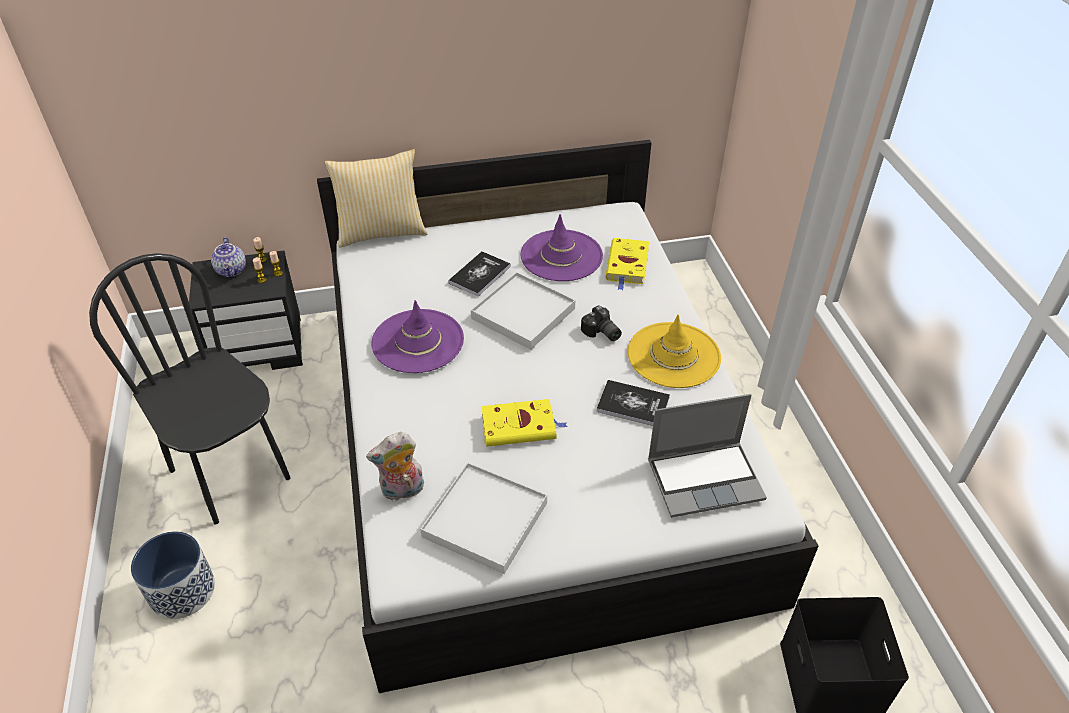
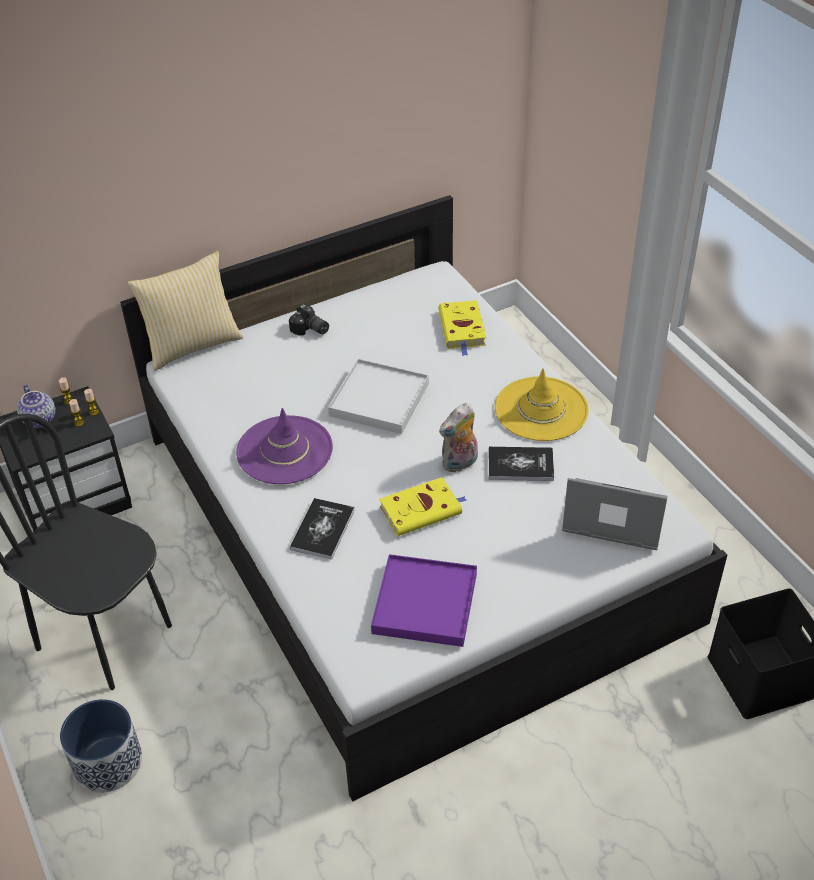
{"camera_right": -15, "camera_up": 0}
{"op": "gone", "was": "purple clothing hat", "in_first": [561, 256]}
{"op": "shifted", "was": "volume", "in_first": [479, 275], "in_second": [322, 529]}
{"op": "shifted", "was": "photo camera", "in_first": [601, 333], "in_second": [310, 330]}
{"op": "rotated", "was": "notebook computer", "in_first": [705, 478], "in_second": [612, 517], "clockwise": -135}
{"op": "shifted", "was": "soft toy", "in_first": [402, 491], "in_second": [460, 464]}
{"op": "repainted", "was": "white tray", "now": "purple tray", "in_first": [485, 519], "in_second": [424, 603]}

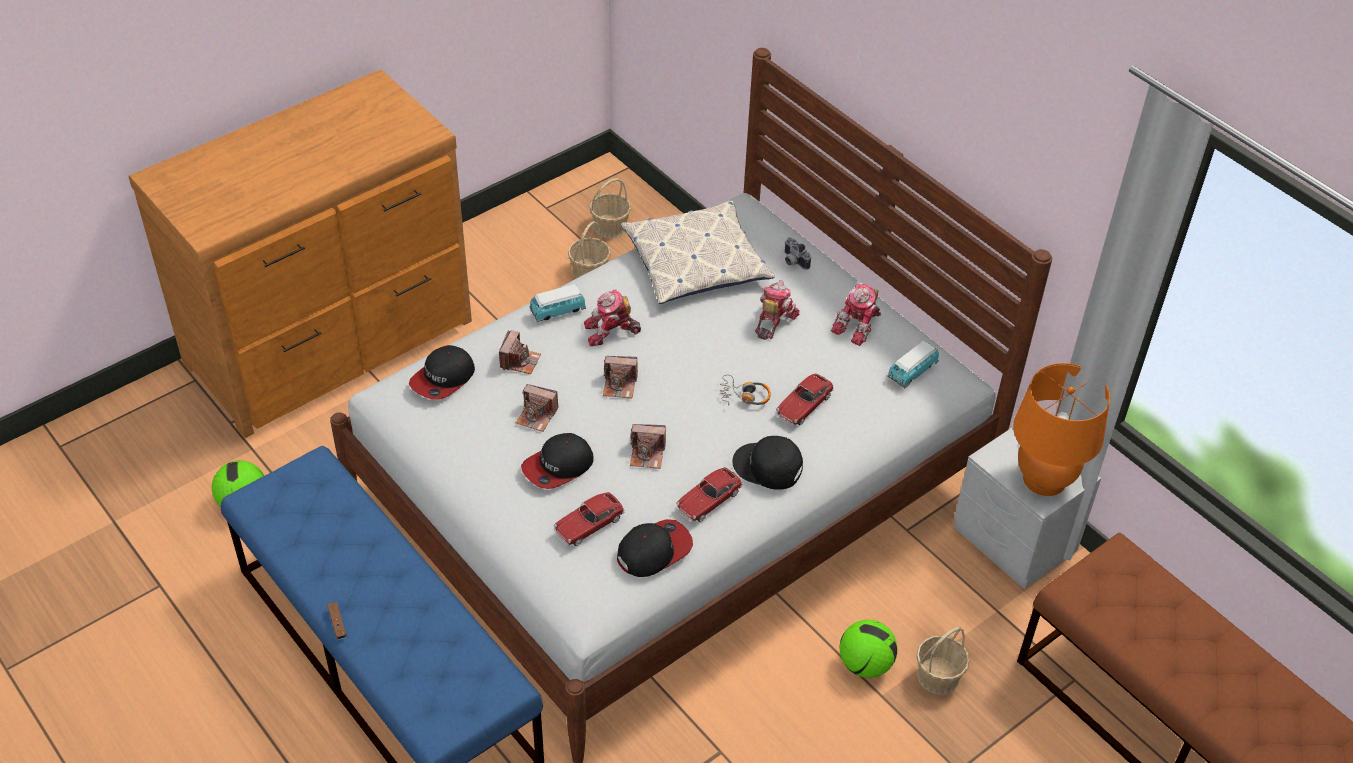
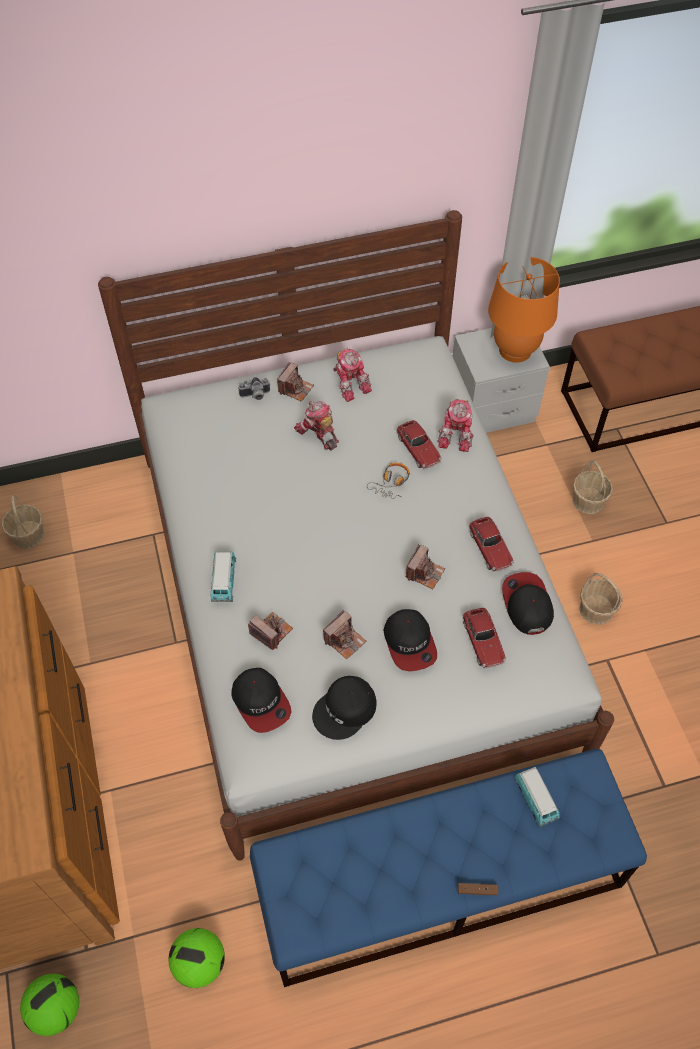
{"camera_right": -65, "camera_up": 10}
{"op": "gone", "was": "throw pillow", "in_first": [696, 262]}
{"op": "shifted", "was": "basket", "in_first": [590, 272], "in_second": [596, 609]}
{"op": "shifted", "was": "robot figure", "in_first": [611, 332], "in_second": [457, 433]}
{"op": "shifted", "was": "toy car", "in_first": [912, 372], "in_second": [536, 799]}
{"op": "shifted", "was": "photo camera", "in_first": [620, 385], "in_second": [295, 388]}
{"op": "shifted", "was": "black baseball cap", "in_first": [767, 467], "in_second": [345, 710]}
{"op": "shifted", "was": "football", "in_first": [865, 664], "in_second": [56, 1008]}

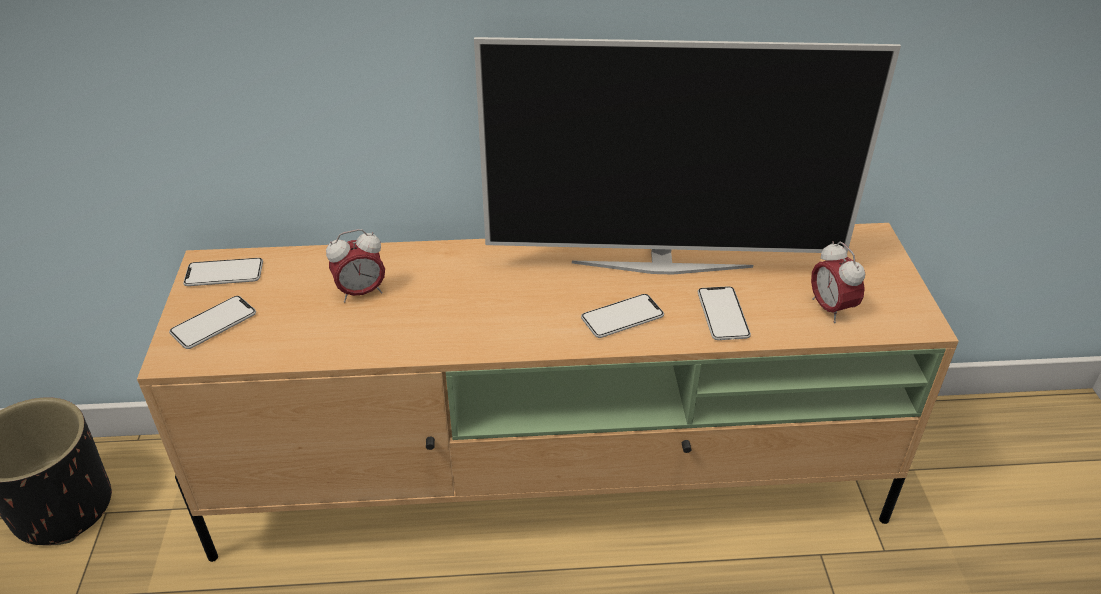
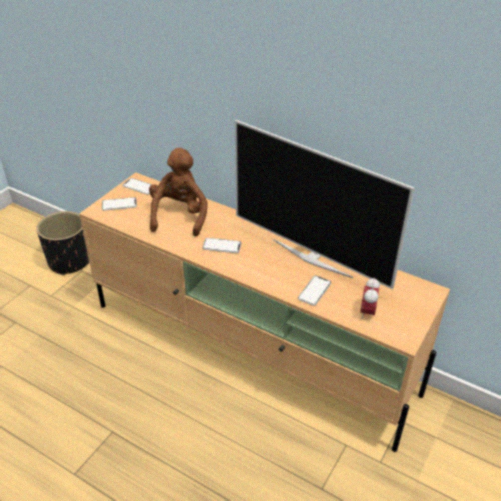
{"camera_right": 35, "camera_up": 0}
{"op": "swapped", "was": "bedside clock", "now": "brown-coloured soft toy", "in_first": [361, 292], "in_second": [179, 215]}
{"op": "shifted", "was": "phone", "in_first": [622, 317], "in_second": [222, 246]}

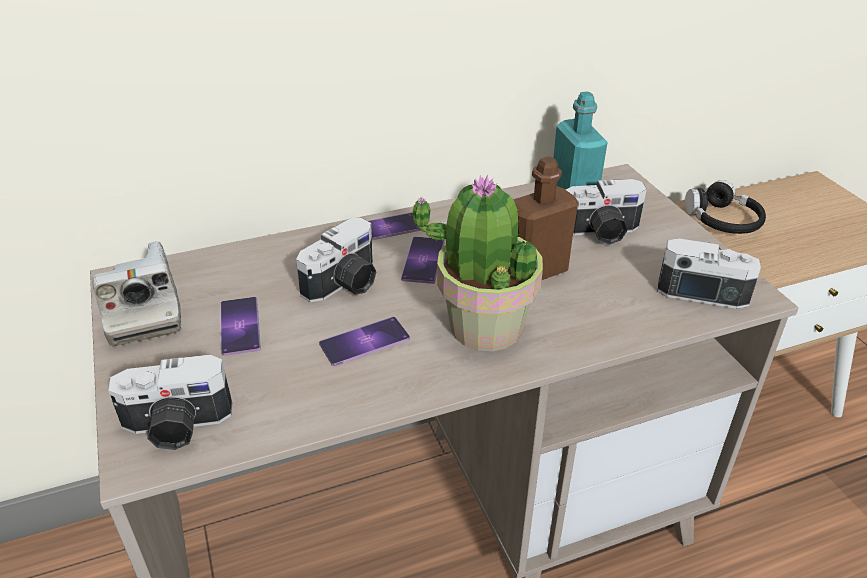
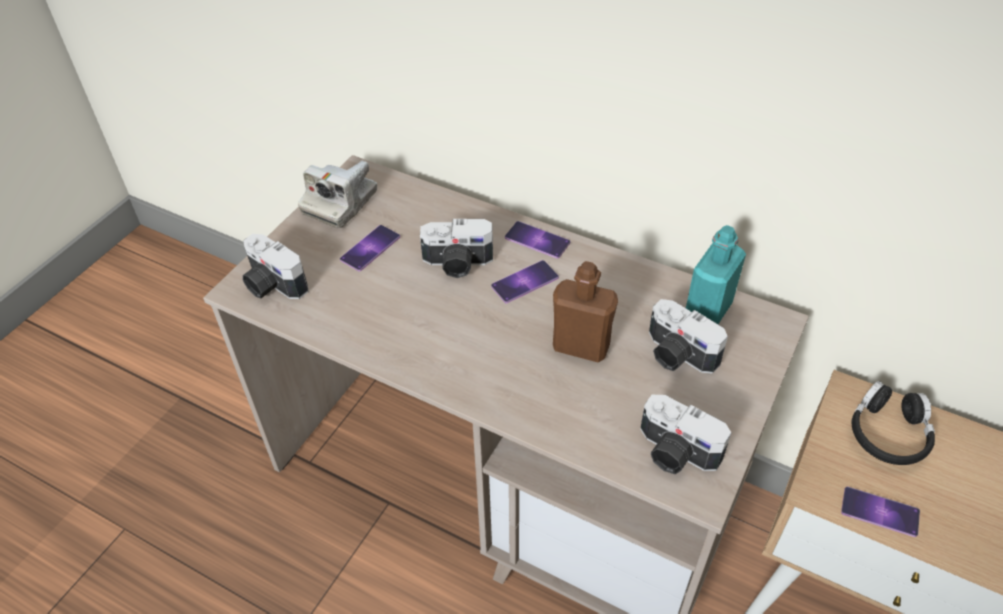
{"camera_right": 50, "camera_up": 10}
{"op": "gone", "was": "potted plant", "in_first": [485, 326]}
{"op": "rotated", "was": "photo camera", "in_first": [702, 287], "in_second": [675, 453], "clockwise": 150}
{"op": "shifted", "was": "phone", "in_first": [364, 341], "in_second": [880, 512]}

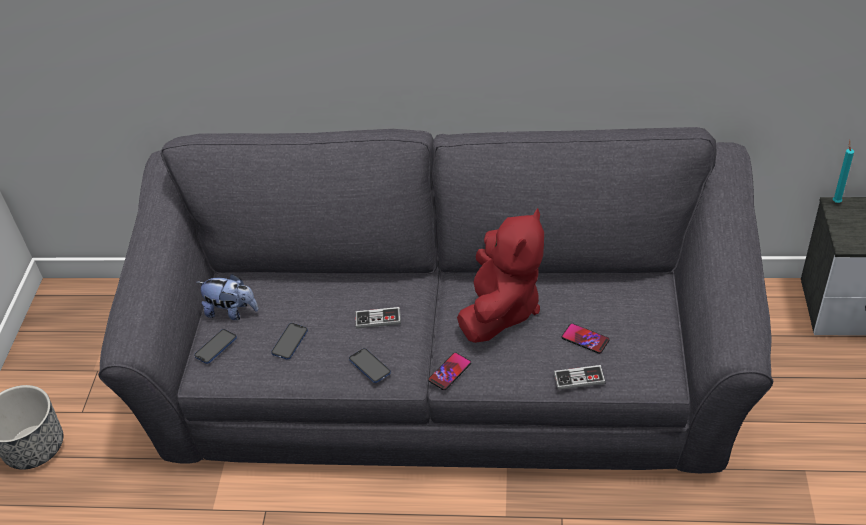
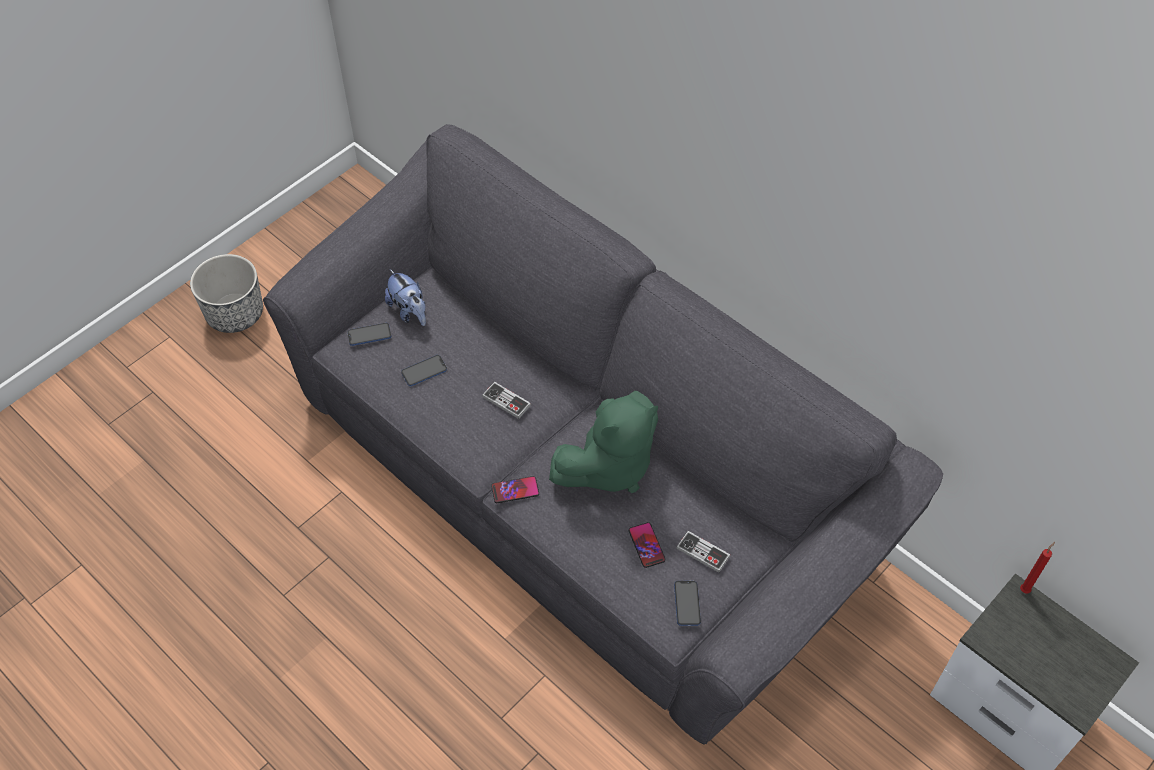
{"camera_right": 35, "camera_up": 10}
{"op": "repainted", "was": "blue-green wax light", "now": "red wax light", "in_first": [836, 201], "in_second": [1025, 589]}
{"op": "repainted", "was": "red soft toy", "now": "green soft toy", "in_first": [501, 308], "in_second": [609, 465]}
{"op": "shifted", "was": "phone", "in_first": [369, 366], "in_second": [687, 603]}
{"op": "shifted", "was": "gamepad", "in_first": [579, 378], "in_second": [703, 552]}

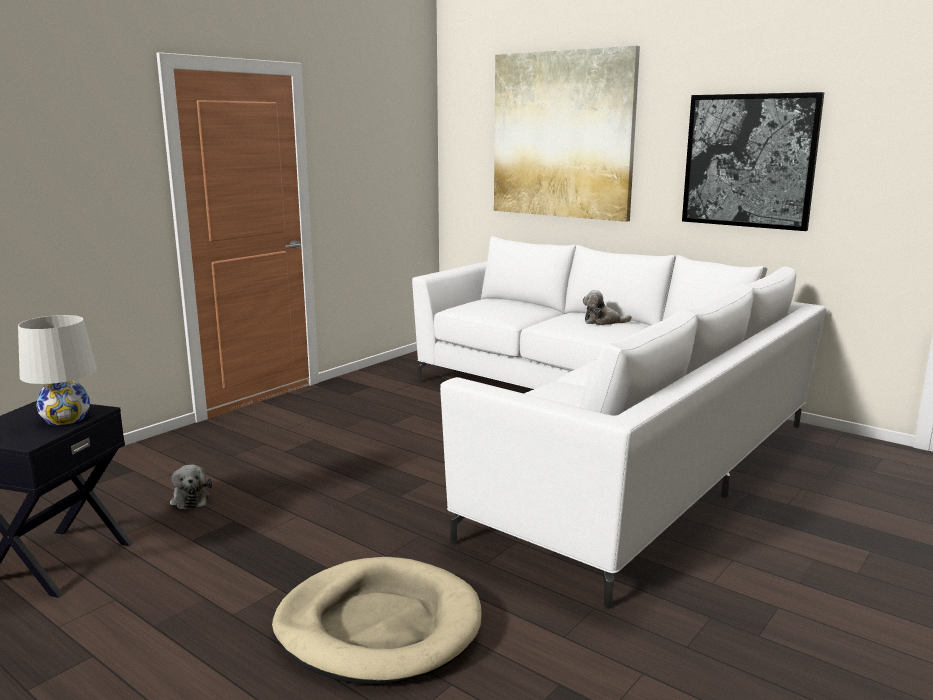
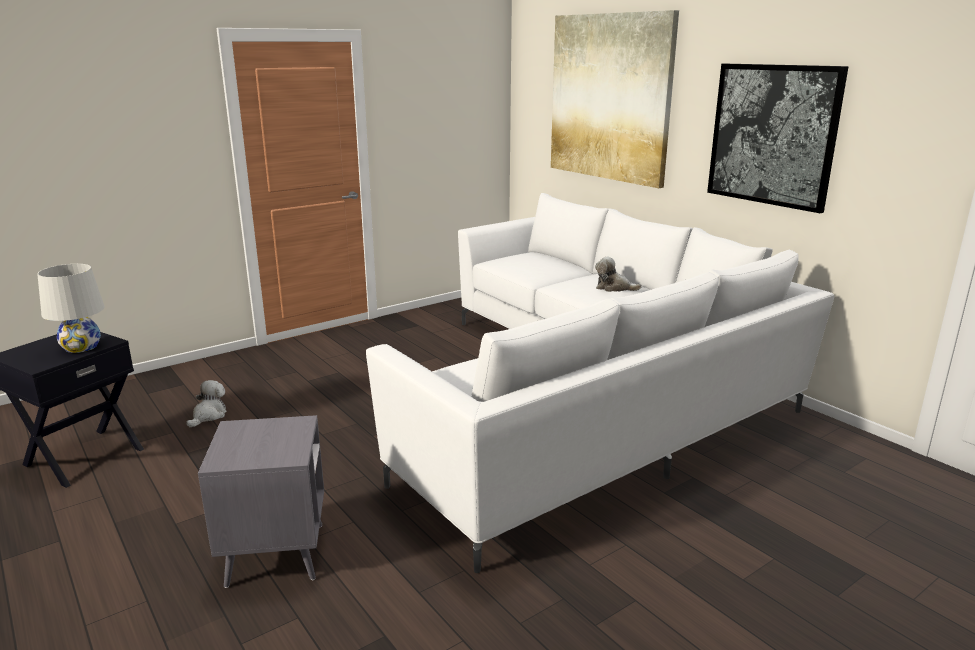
{"camera_right": 15, "camera_up": 5}
{"op": "rotated", "was": "soft toy", "in_first": [190, 499], "in_second": [208, 415], "clockwise": -150}
{"op": "swapped", "was": "beige dog cushion", "now": "greyish side table", "in_first": [378, 626], "in_second": [276, 554]}

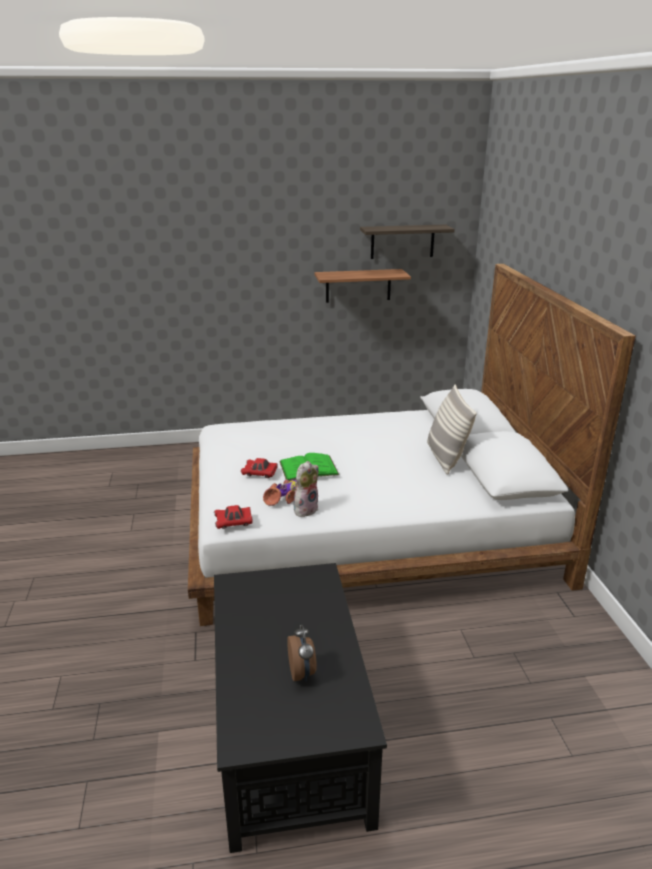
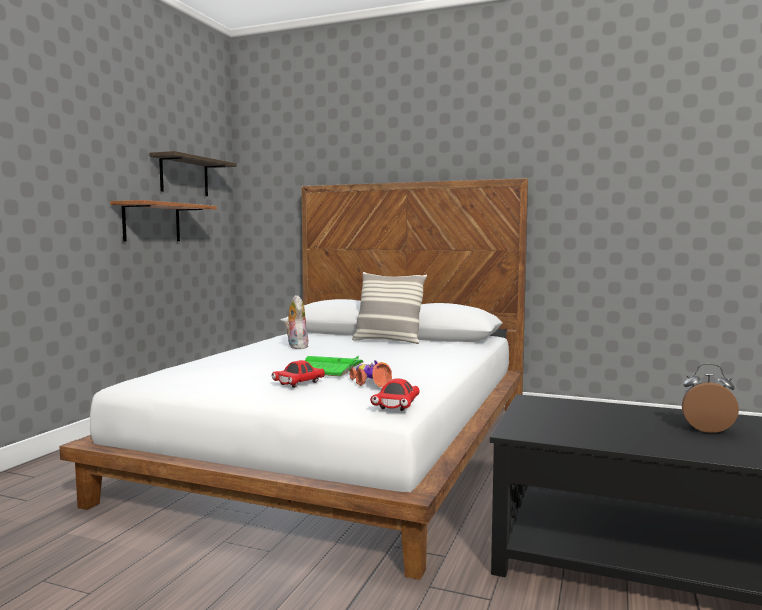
{"camera_right": -60, "camera_up": -20}
{"op": "shifted", "was": "soft toy", "in_first": [305, 509], "in_second": [296, 347]}

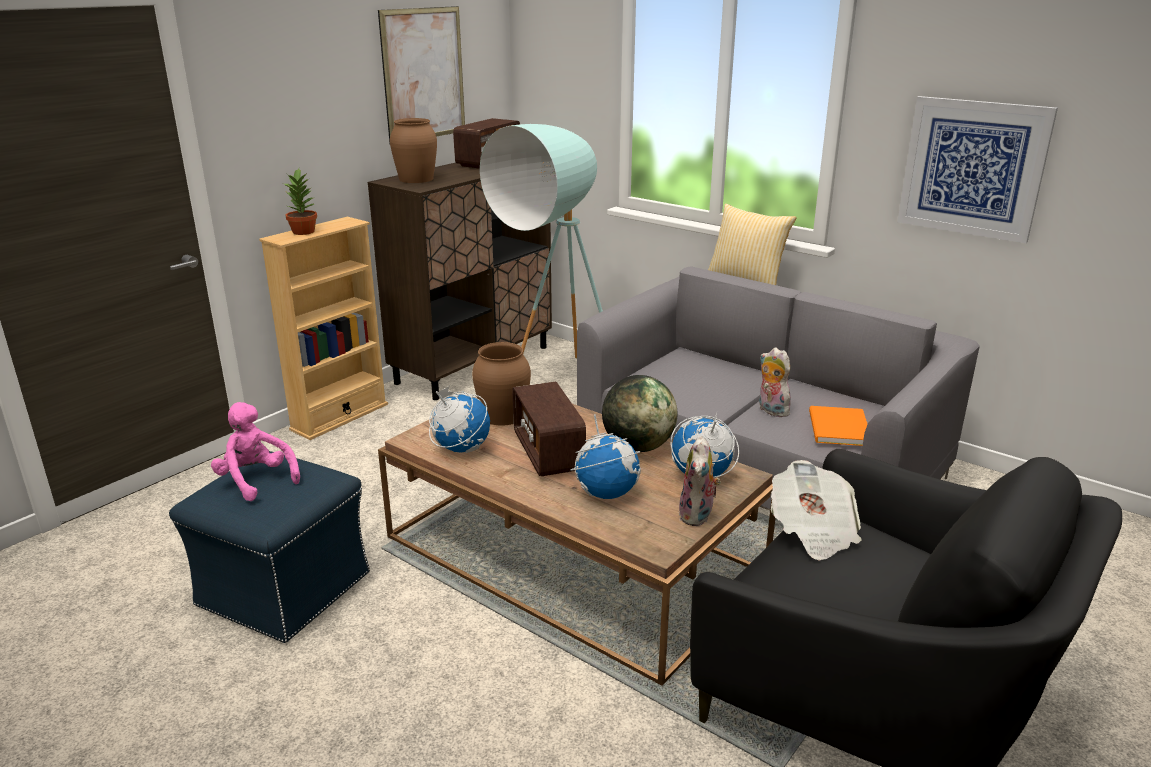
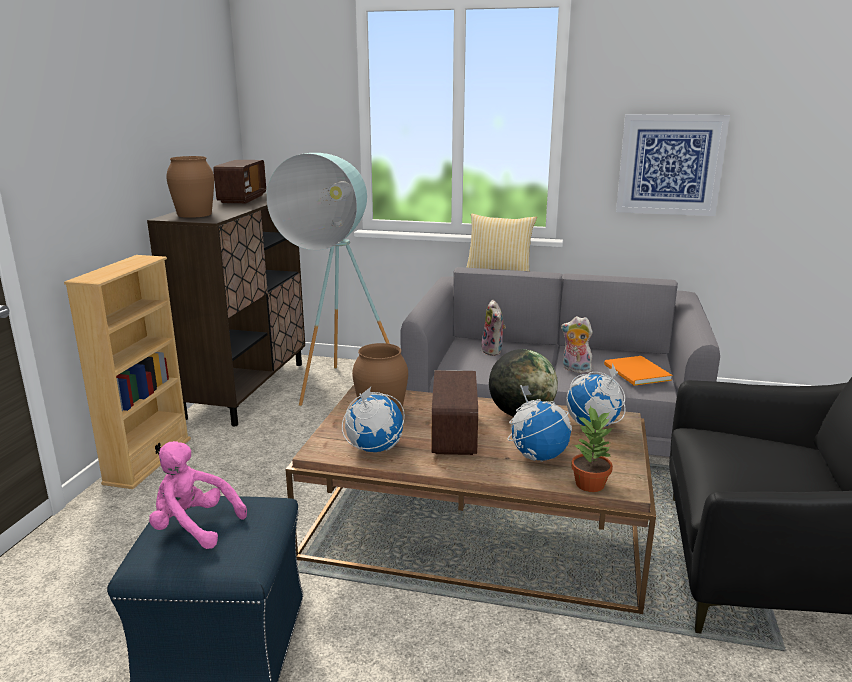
{"camera_right": -25, "camera_up": -5}
{"op": "gone", "was": "wall art", "in_first": [424, 74]}
{"op": "shifted", "was": "potted plant", "in_first": [304, 232], "in_second": [590, 484]}
{"op": "rotated", "was": "radio set", "in_first": [548, 453], "in_second": [454, 435], "clockwise": 45}
{"op": "shifted", "was": "soft toy", "in_first": [698, 516], "in_second": [493, 351]}
{"op": "gone", "was": "daily paper", "in_first": [813, 531]}

